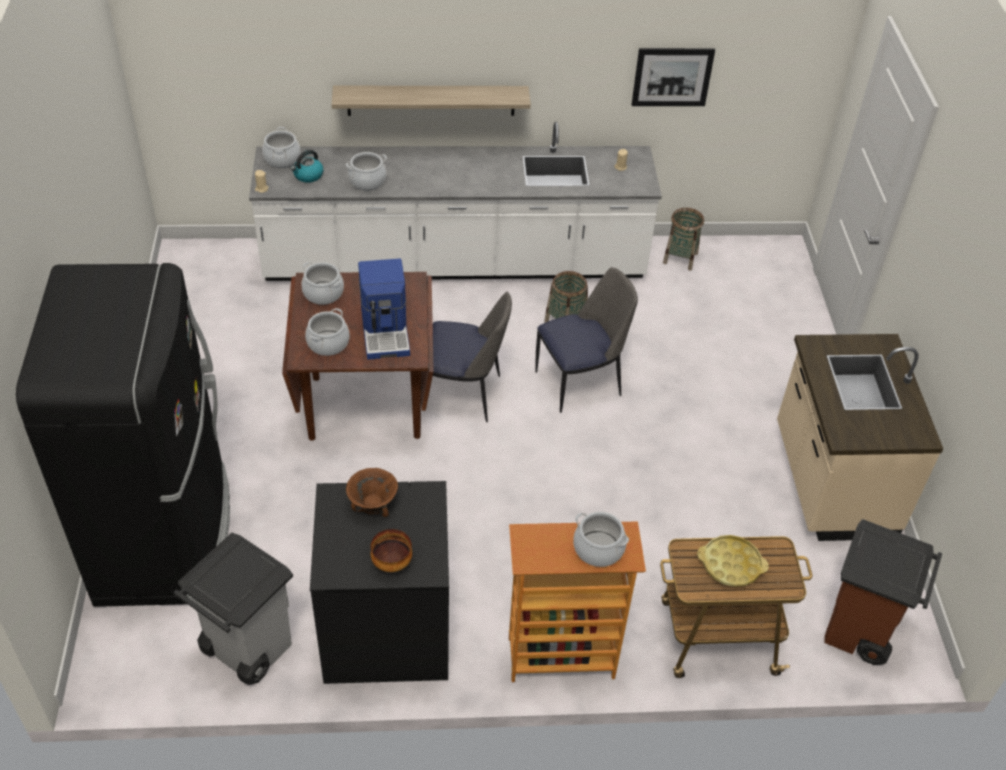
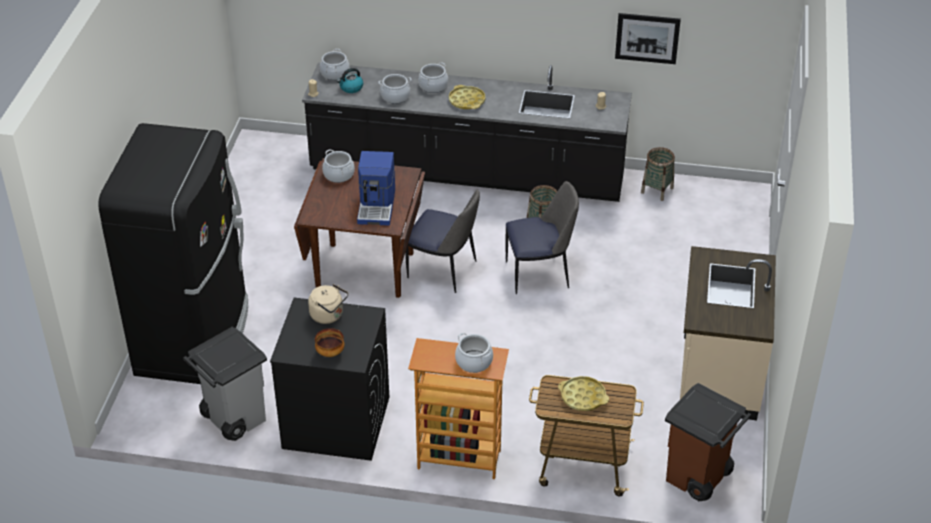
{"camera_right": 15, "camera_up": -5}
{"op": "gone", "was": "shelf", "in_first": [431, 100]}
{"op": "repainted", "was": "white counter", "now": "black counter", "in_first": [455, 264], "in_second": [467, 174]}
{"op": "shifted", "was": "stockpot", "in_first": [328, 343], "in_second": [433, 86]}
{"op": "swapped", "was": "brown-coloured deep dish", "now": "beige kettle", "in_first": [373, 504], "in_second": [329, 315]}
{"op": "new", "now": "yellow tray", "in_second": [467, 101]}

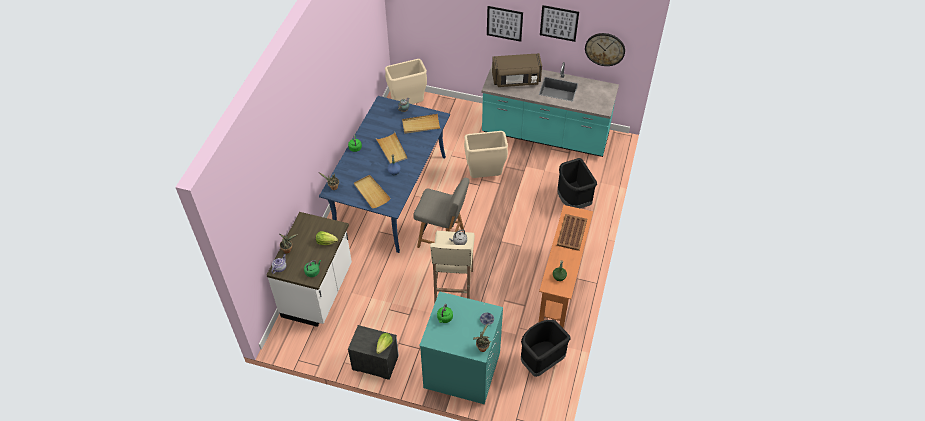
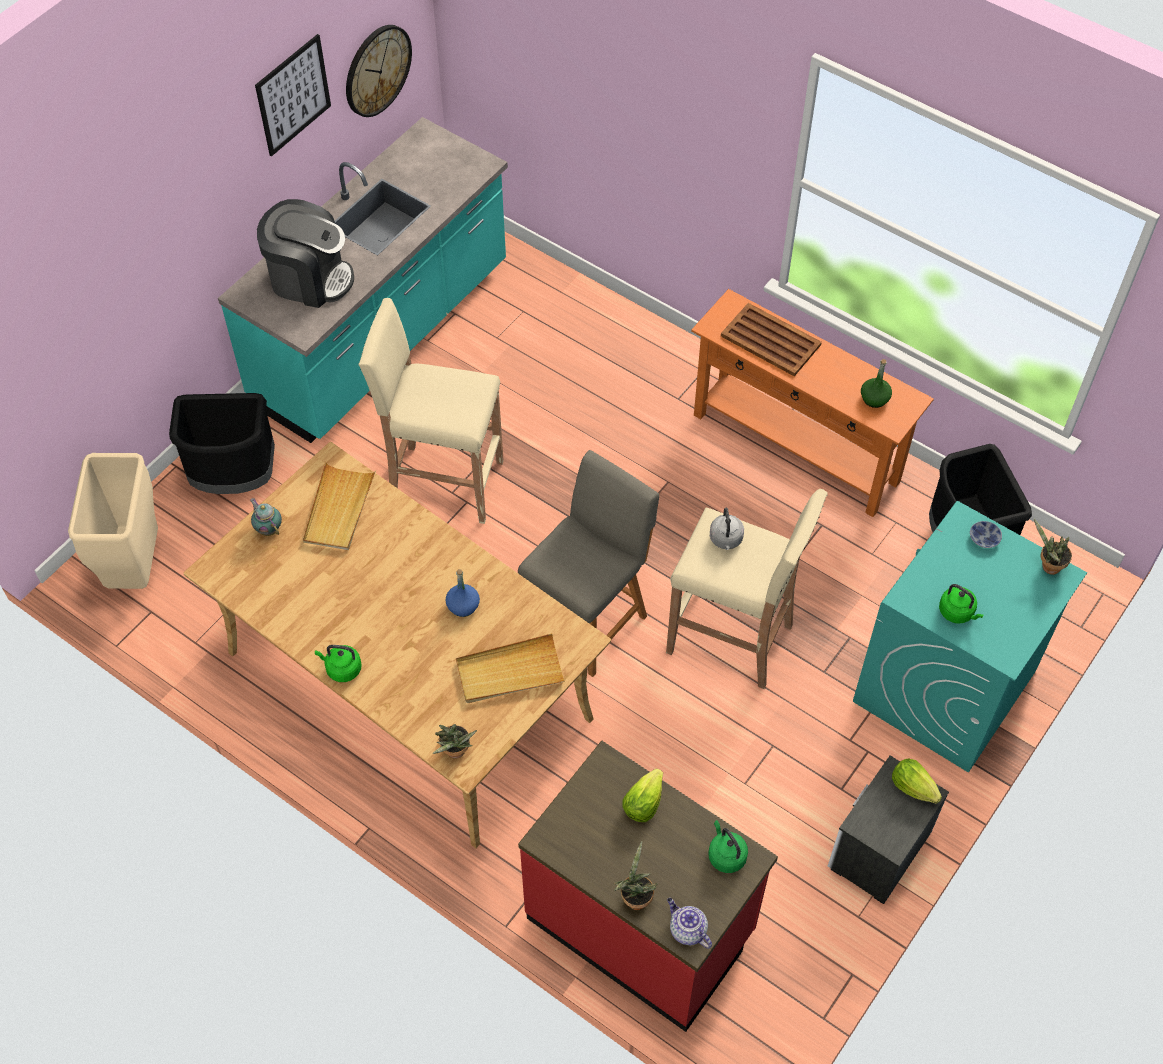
{"camera_right": -70, "camera_up": 5}
{"op": "gone", "was": "wall art", "in_first": [504, 23]}
{"op": "swapped", "was": "brown-coloured kitchen microwave", "now": "coffee maker", "in_first": [516, 80], "in_second": [310, 278]}
{"op": "repainted", "was": "blue-coloured kitchen table", "now": "beige kitchen table", "in_first": [391, 194], "in_second": [410, 685]}
{"op": "swapped", "was": "beige rubbish bin", "now": "beige stool", "in_first": [485, 175], "in_second": [444, 482]}
{"op": "gone", "was": "beige tray", "in_first": [392, 149]}
{"op": "shifted", "was": "black rubbish bin", "in_first": [573, 201], "in_second": [235, 478]}
{"op": "repainted", "was": "white counter", "now": "red counter", "in_first": [318, 292], "in_second": [641, 924]}

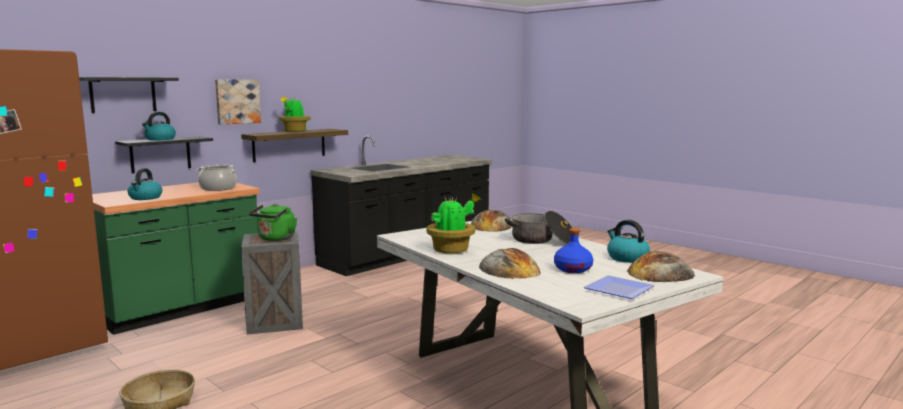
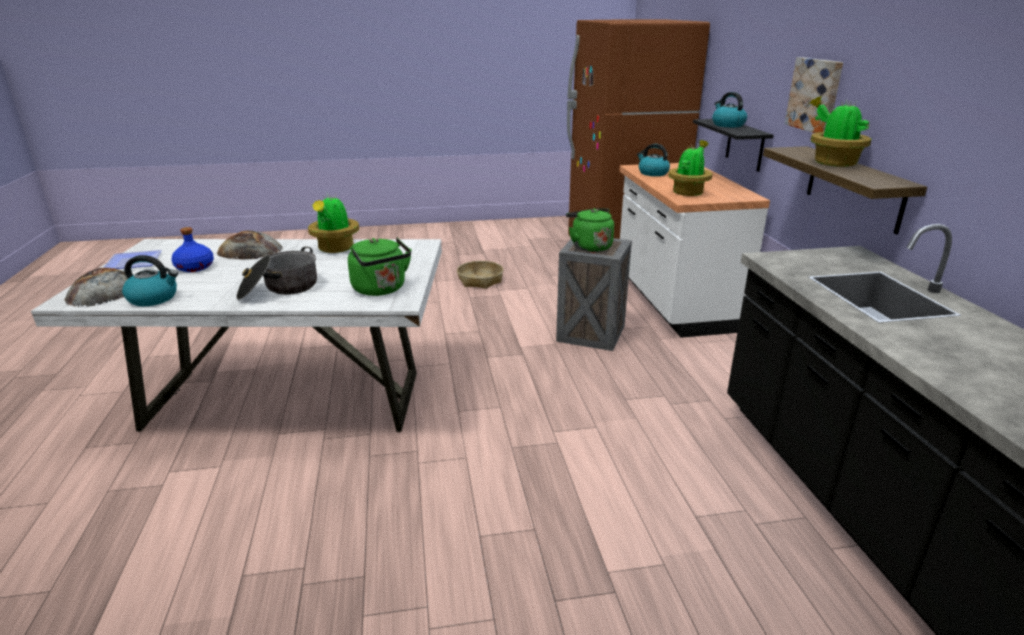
{"camera_right": 125, "camera_up": 15}
{"op": "gone", "was": "black shelf", "in_first": [123, 94]}
{"op": "swapped", "was": "stockpot", "now": "potted plant", "in_first": [218, 188], "in_second": [688, 192]}
{"op": "repainted", "was": "green counter", "now": "white counter", "in_first": [181, 309], "in_second": [672, 303]}
{"op": "swapped", "was": "bakery bread", "now": "green kettle", "in_first": [492, 225], "in_second": [381, 289]}

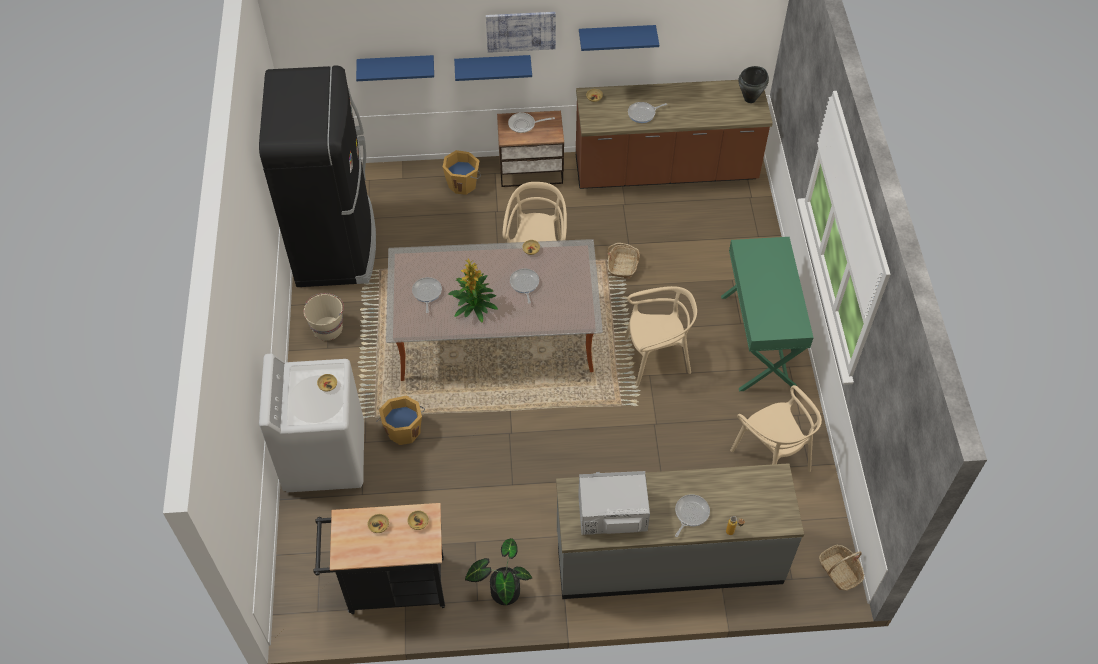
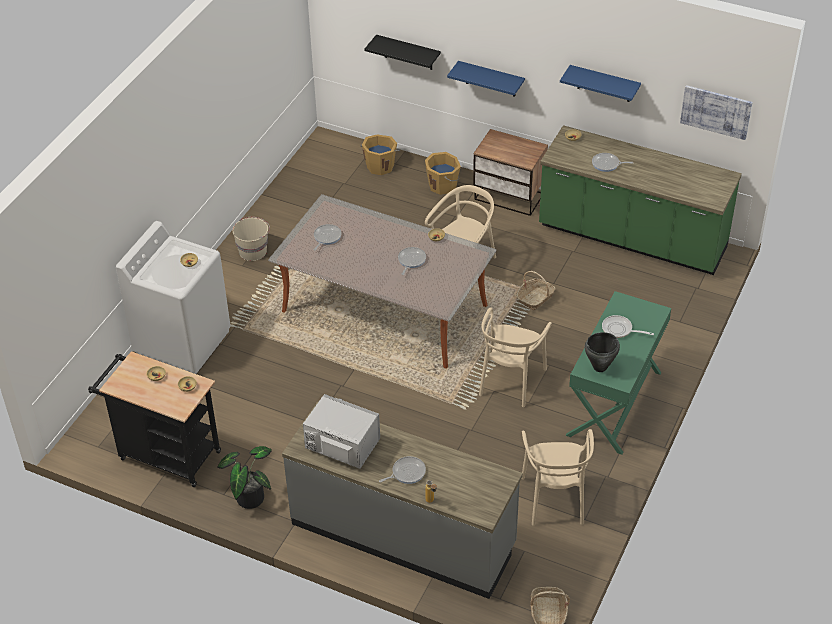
{"camera_right": 30, "camera_up": -10}
{"op": "shifted", "was": "wall art", "in_first": [521, 31], "in_second": [716, 111]}
{"op": "repainted", "was": "blue-coloured shelf", "now": "black shelf", "in_first": [396, 67], "in_second": [408, 53]}
{"op": "gone", "was": "black fridge", "in_first": [336, 243]}
{"op": "shifted", "was": "black stockpot", "in_first": [750, 99], "in_second": [600, 367]}
{"op": "repainted", "was": "brown-coloured counter", "now": "green counter", "in_first": [665, 171], "in_second": [631, 239]}
{"op": "shifted", "was": "pan", "in_first": [524, 125], "in_second": [619, 330]}
{"op": "gone", "was": "potted plant", "in_first": [473, 305]}
{"op": "rotated", "was": "beige chair", "in_first": [656, 358], "in_second": [510, 380], "clockwise": 90}
{"op": "shifted", "was": "orange-coloured water bucket", "in_first": [403, 430], "in_second": [380, 166]}

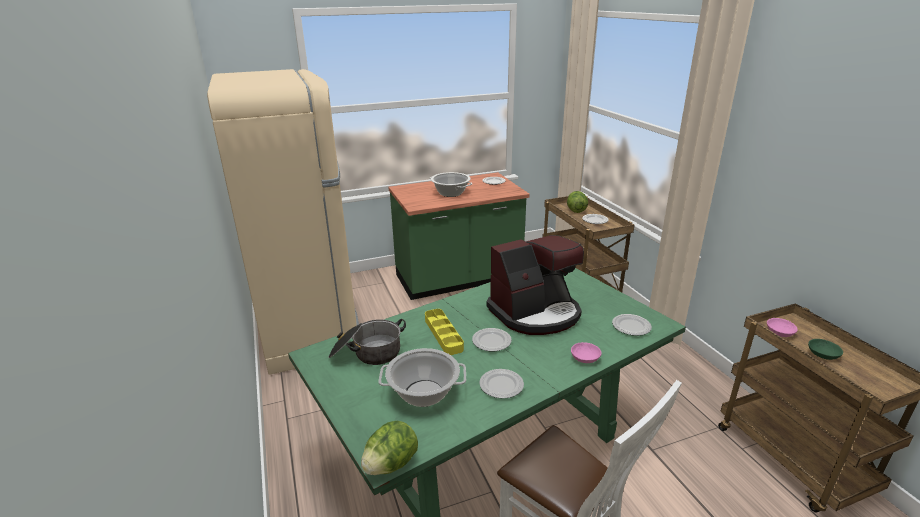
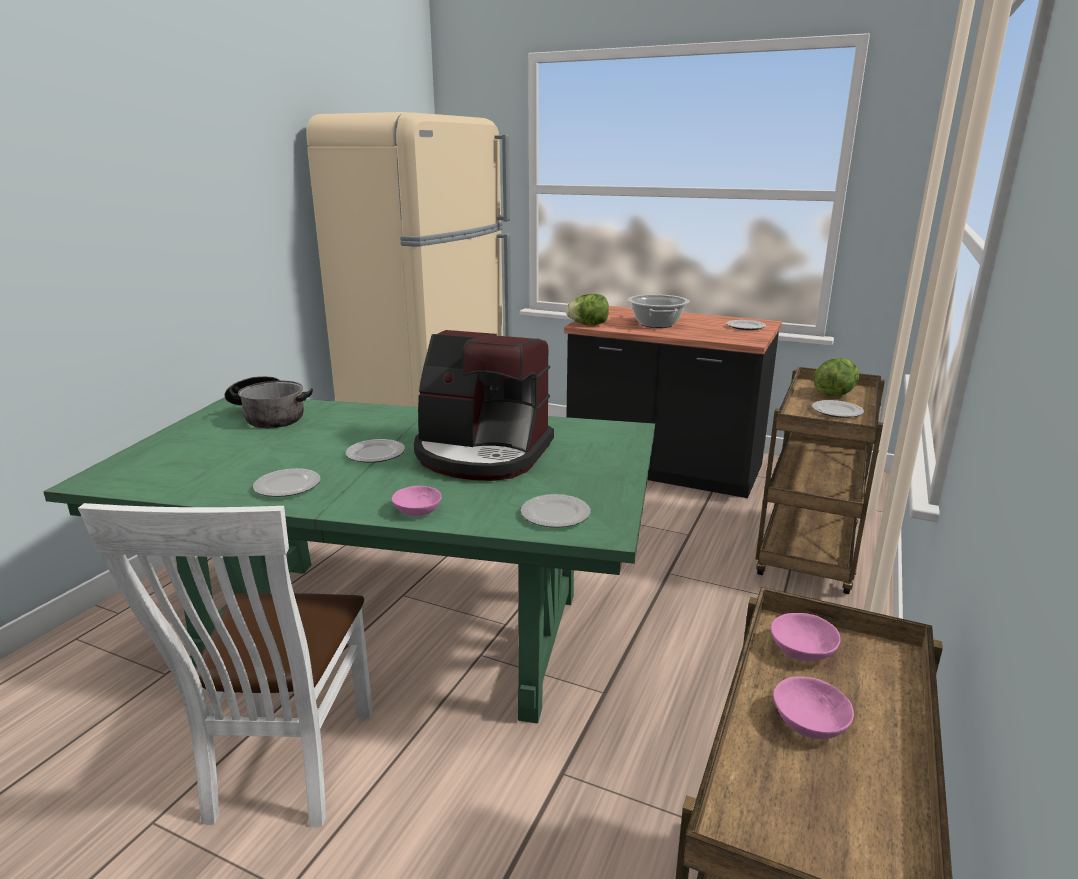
{"camera_right": 45, "camera_up": -5}
{"op": "repainted", "was": "green counter", "now": "black counter", "in_first": [458, 279], "in_second": [664, 469]}
{"op": "gone", "was": "yellow tray", "in_first": [443, 334]}
{"op": "repainted", "was": "green deep dish", "now": "pinkish deep dish", "in_first": [822, 355], "in_second": [806, 721]}
{"op": "gone", "was": "stockpot", "in_first": [423, 393]}
{"op": "shifted", "was": "head of lettuce", "in_first": [391, 464], "in_second": [588, 325]}

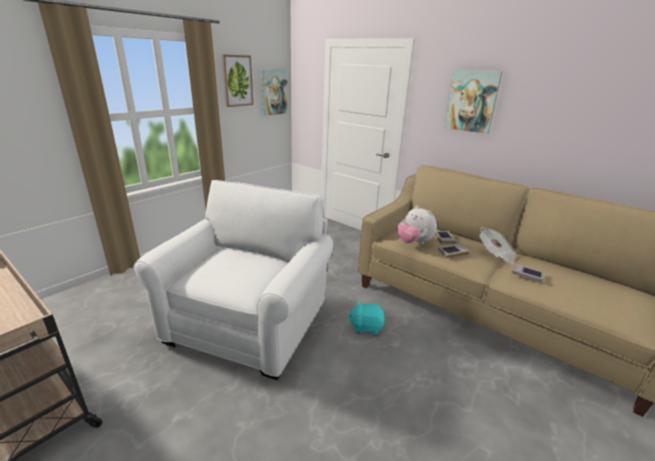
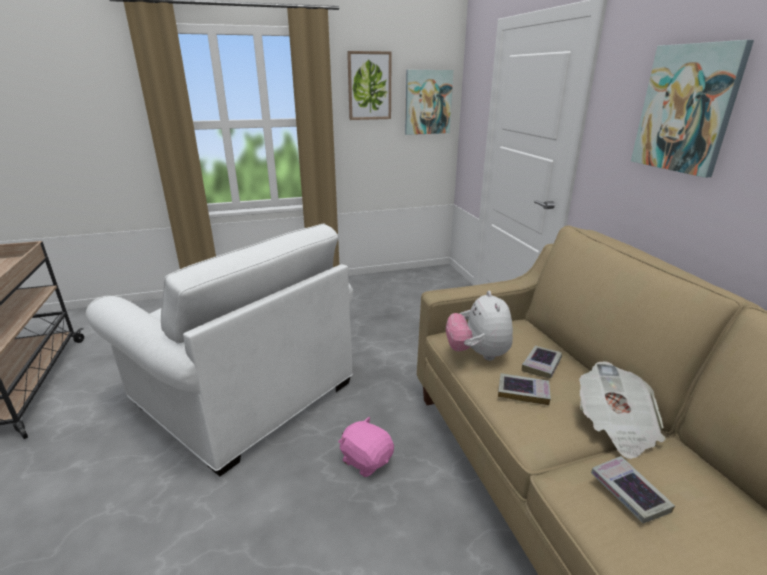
{"camera_right": 35, "camera_up": 0}
{"op": "rotated", "was": "white lounge chair", "in_first": [249, 322], "in_second": [244, 393], "clockwise": 75}
{"op": "repainted", "was": "blue-green soft toy", "now": "pinkish soft toy", "in_first": [366, 326], "in_second": [366, 460]}

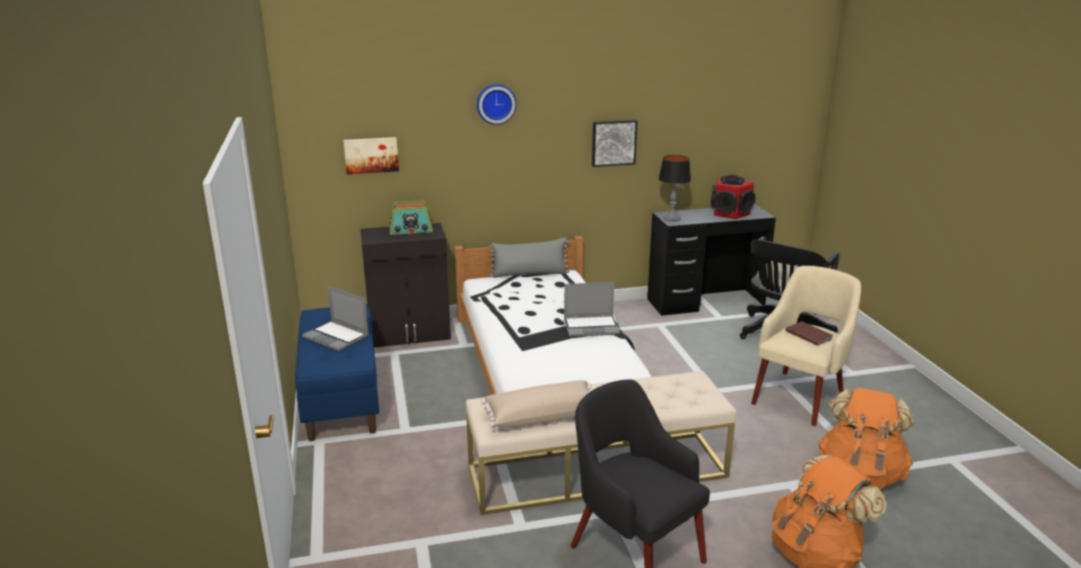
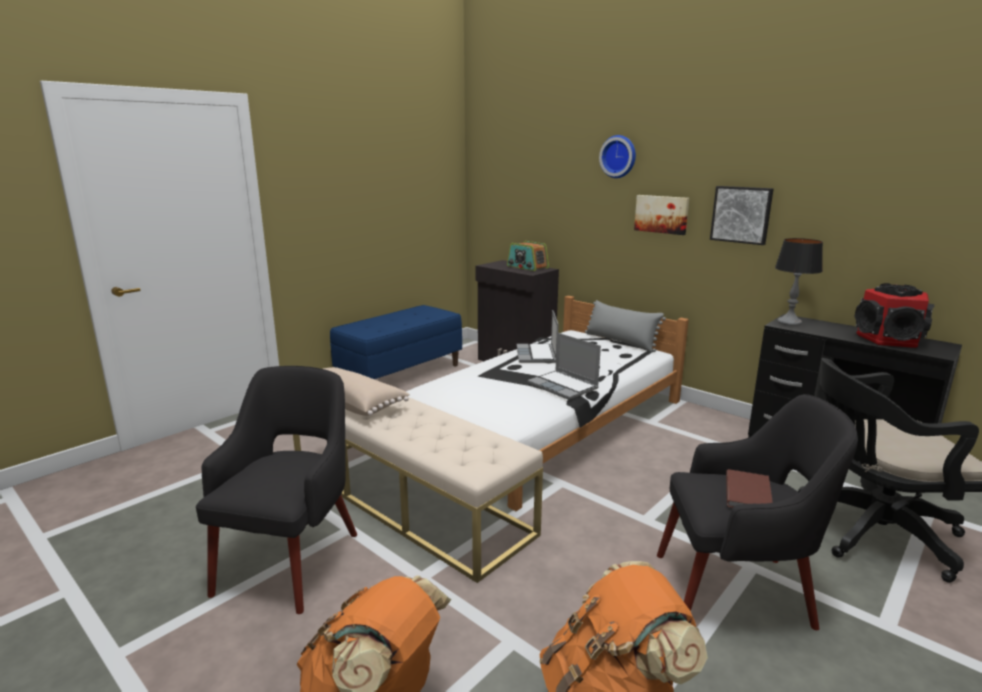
{"camera_right": 55, "camera_up": -5}
{"op": "shifted", "was": "wall art", "in_first": [371, 155], "in_second": [661, 214]}
{"op": "repainted", "was": "beige lounge chair", "now": "black lounge chair", "in_first": [799, 396], "in_second": [737, 590]}
{"op": "shifted", "was": "notebook computer", "in_first": [337, 337], "in_second": [537, 355]}

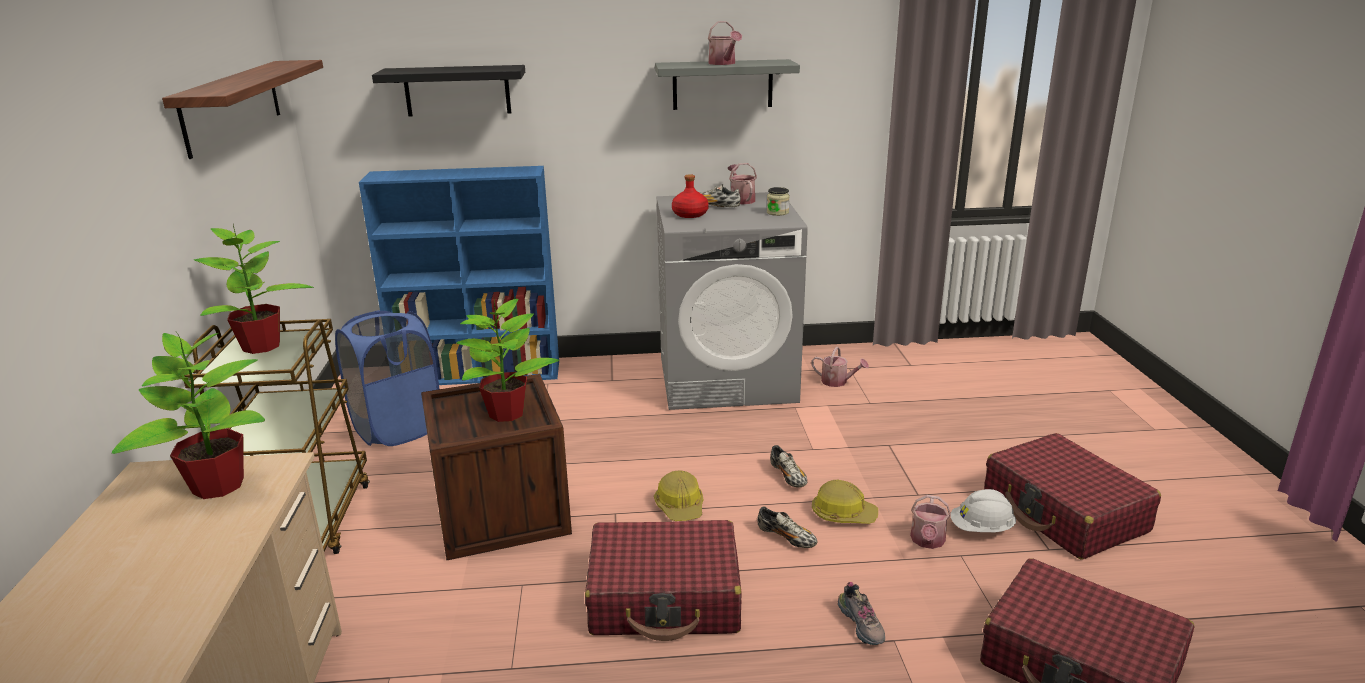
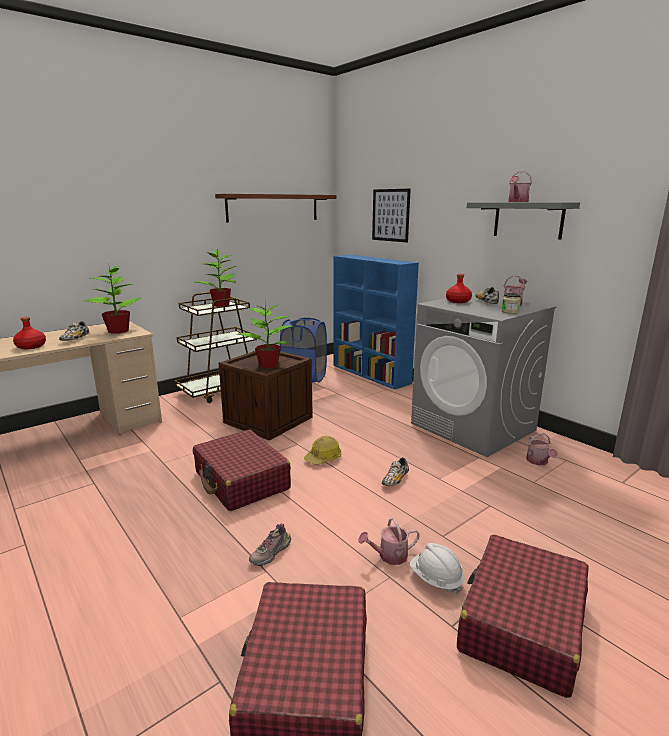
{"camera_right": 55, "camera_up": -5}
{"op": "swapped", "was": "black shelf", "now": "wall art", "in_first": [457, 90], "in_second": [390, 215]}
{"op": "gone", "was": "work helmet", "in_first": [843, 514]}
{"op": "shifted", "was": "shoe", "in_first": [786, 538], "in_second": [75, 339]}
{"op": "new", "now": "red bottle", "in_second": [31, 346]}

